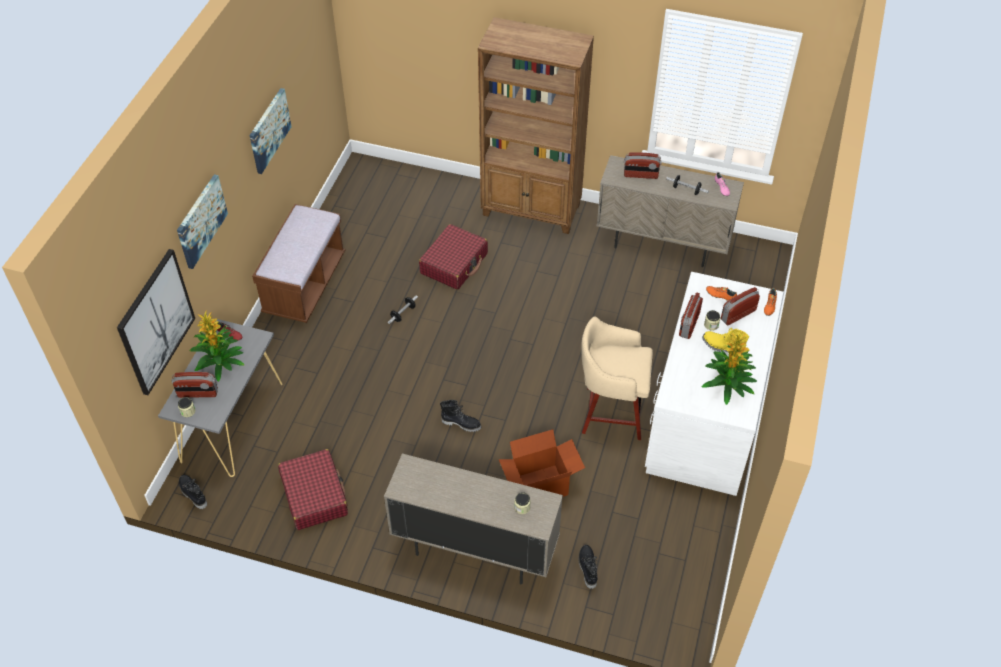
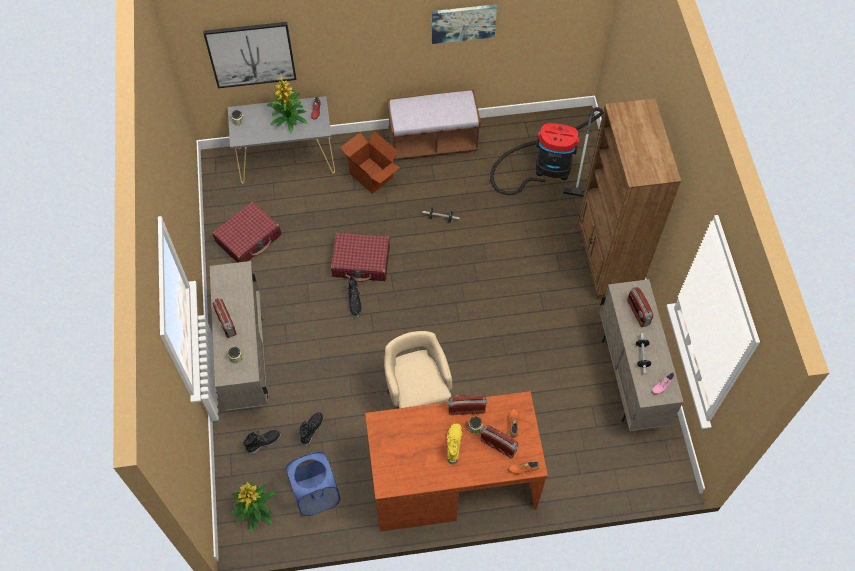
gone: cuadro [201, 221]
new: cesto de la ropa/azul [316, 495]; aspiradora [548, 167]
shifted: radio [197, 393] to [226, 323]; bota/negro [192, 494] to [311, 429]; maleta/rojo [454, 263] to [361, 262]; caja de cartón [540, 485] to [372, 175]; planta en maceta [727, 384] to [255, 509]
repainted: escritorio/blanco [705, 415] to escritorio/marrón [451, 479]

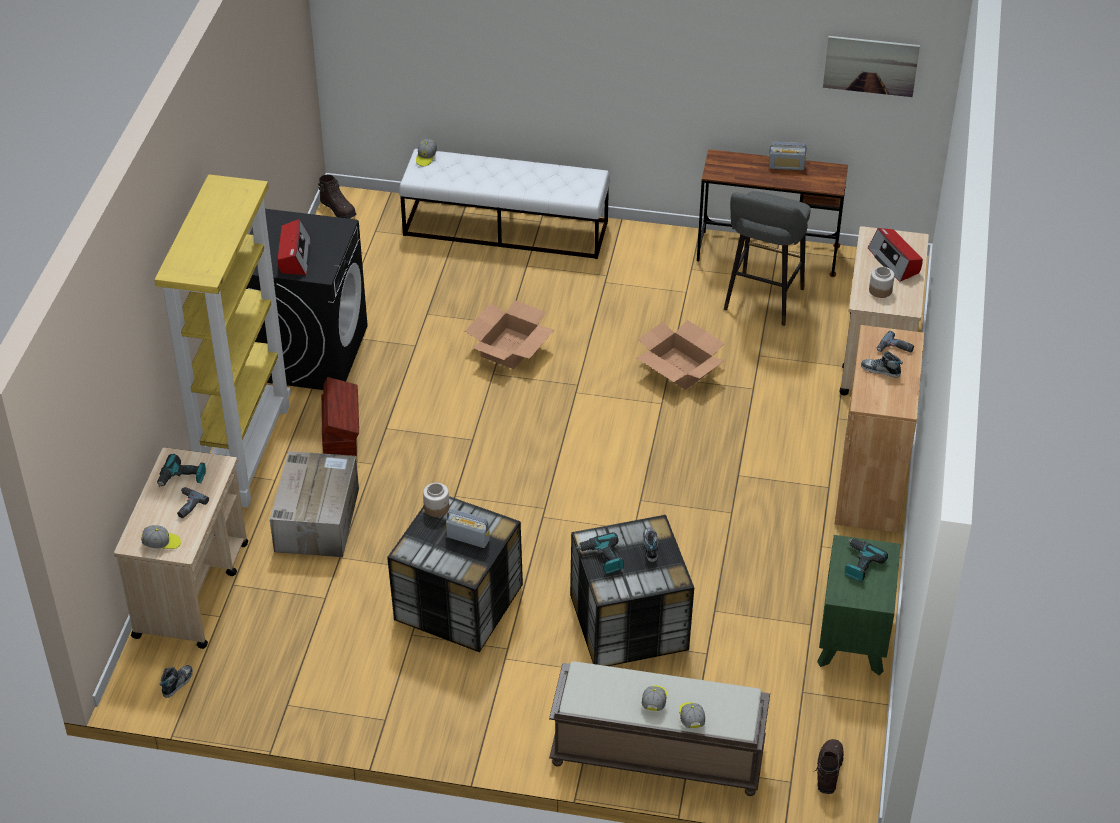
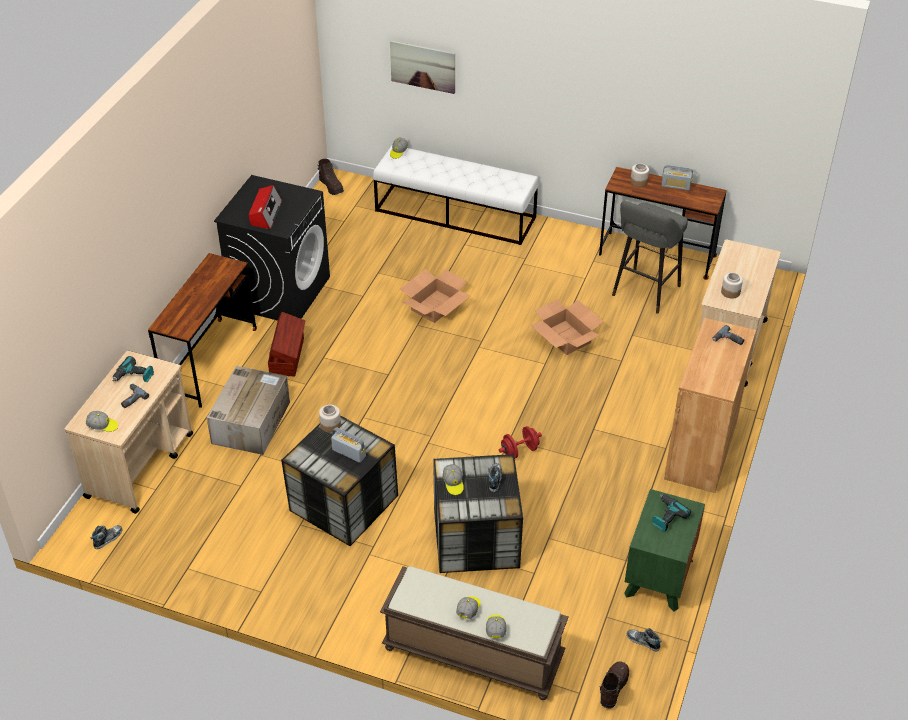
gone: radio [894, 261]
new: mancuerna/rojo [519, 451]; tarro [638, 182]
shifted: cuadro [870, 65] to [423, 66]; zapato [880, 370] to [643, 641]
swapped: estantería/amarillo [244, 451] to escritorio/marrón [210, 362]; taladro [602, 558] to gorra [453, 483]

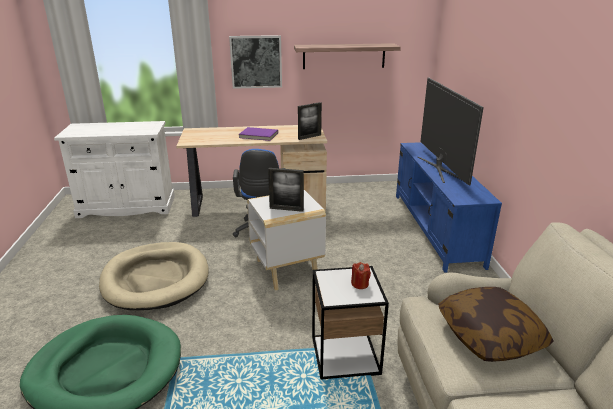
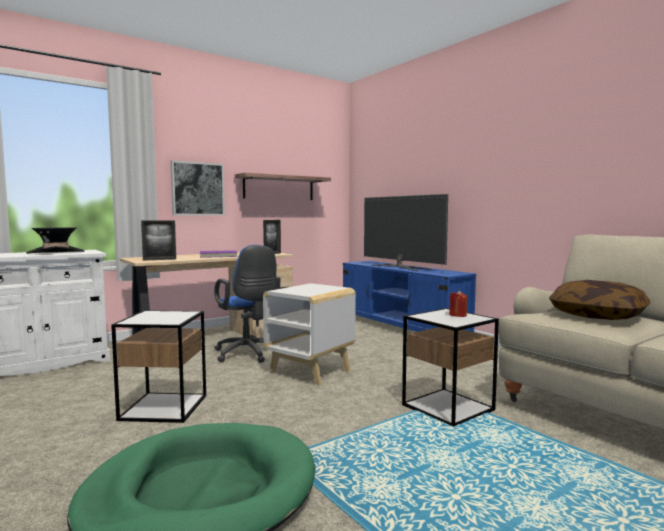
new: sombrero/negro [56, 252]
shifted: portarretratos [286, 209] to [159, 259]
swapped: cama para perro/beis [156, 279] to mesa auxiliar [164, 407]

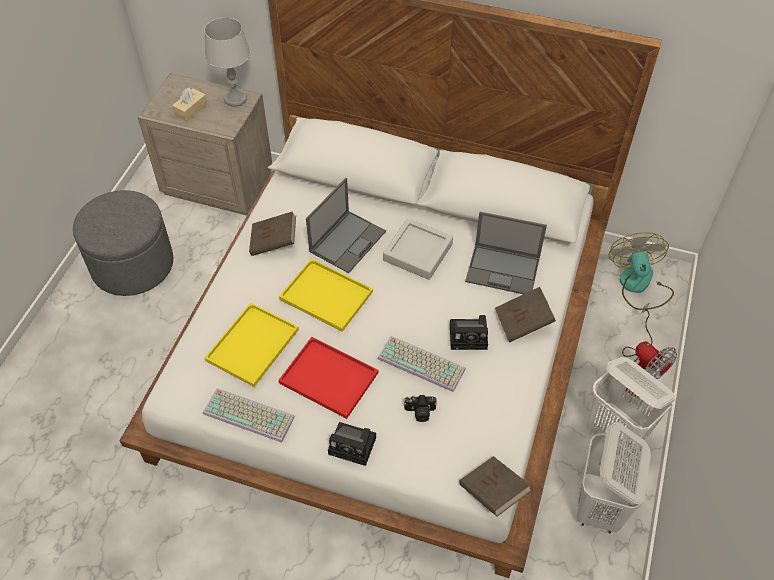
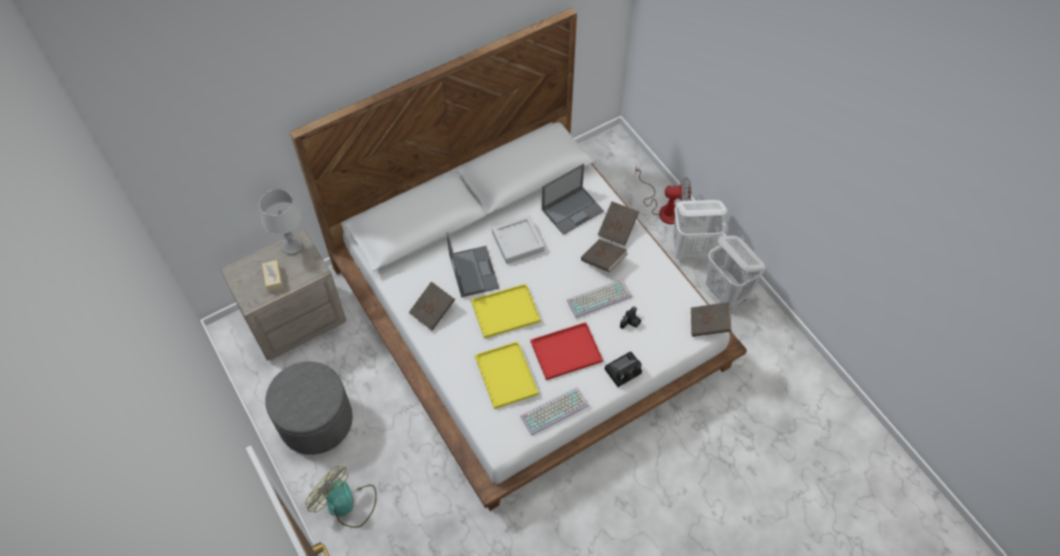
shifted: ventilador [638, 286] to [346, 504]
swapped: cámara [470, 336] to libro/marrón [603, 261]

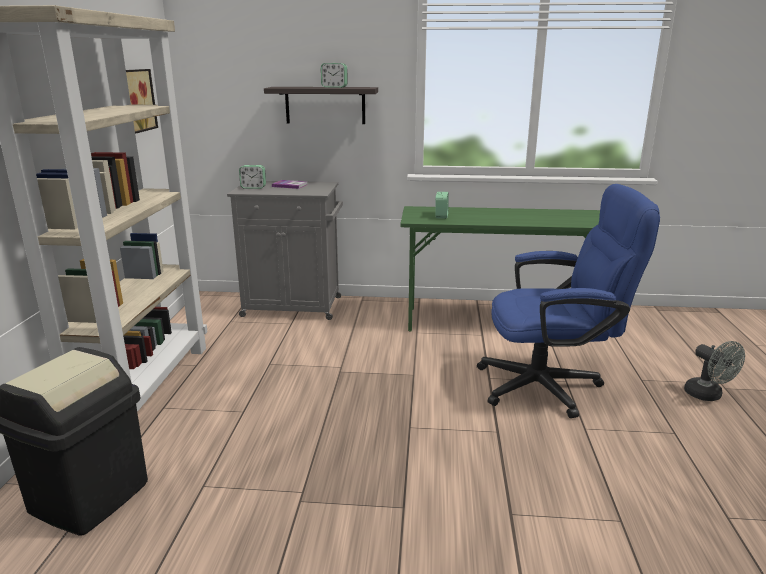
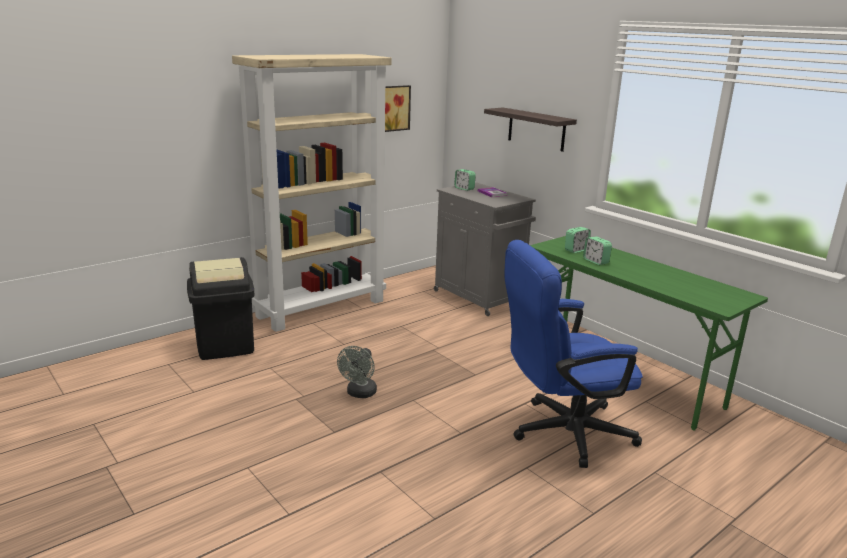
shifted: despertador [334, 87] to [596, 261]; ventilador/gris [708, 396] to [359, 394]
rotated: silla de oficina/azul [551, 386] = [561, 432] 120 degrees clockwise

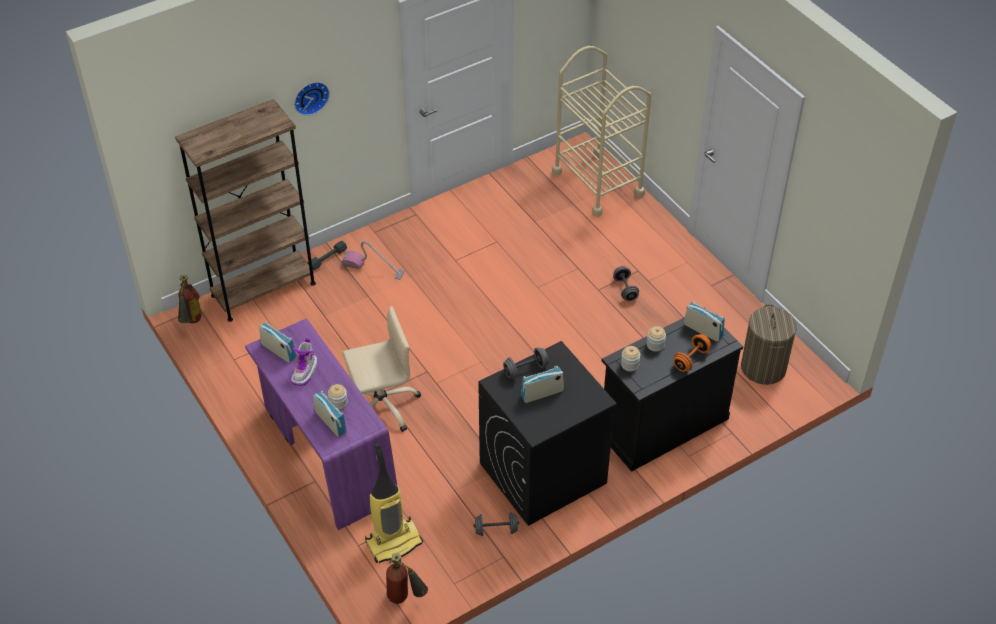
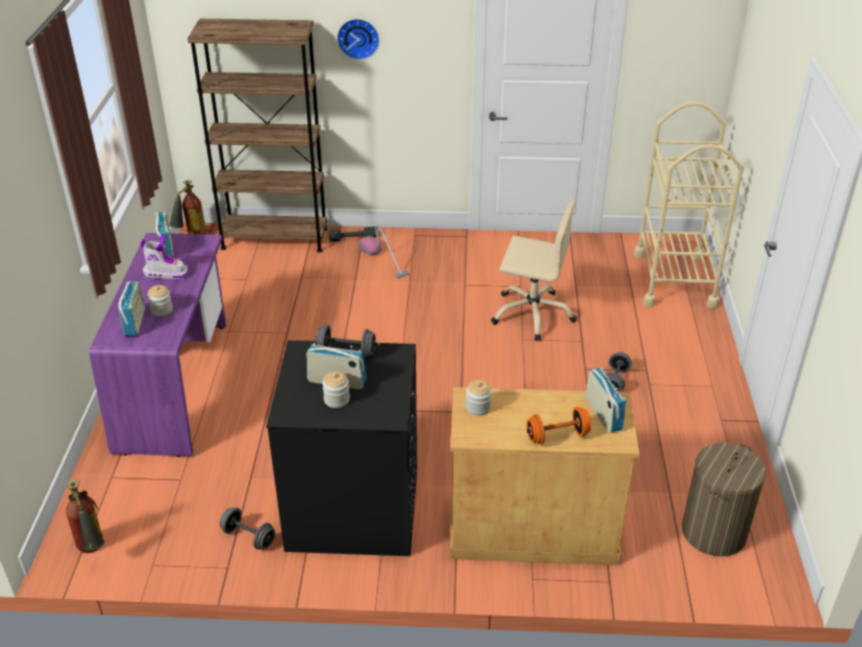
gone: aspiradora [394, 542]
shifted: silla de oficina/beis [381, 405] to [532, 314]; tarro [655, 345] to [336, 400]
repainted: armario/negro [663, 425] to armario/beis [532, 530]
rotated: bota [305, 372] = [166, 273] 135 degrees counterclockwise

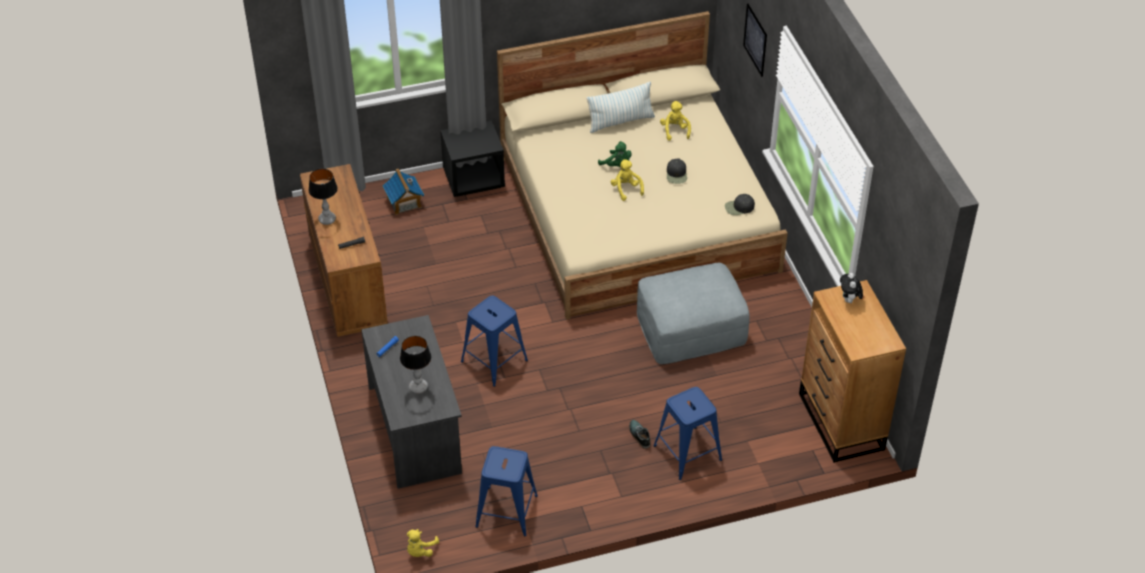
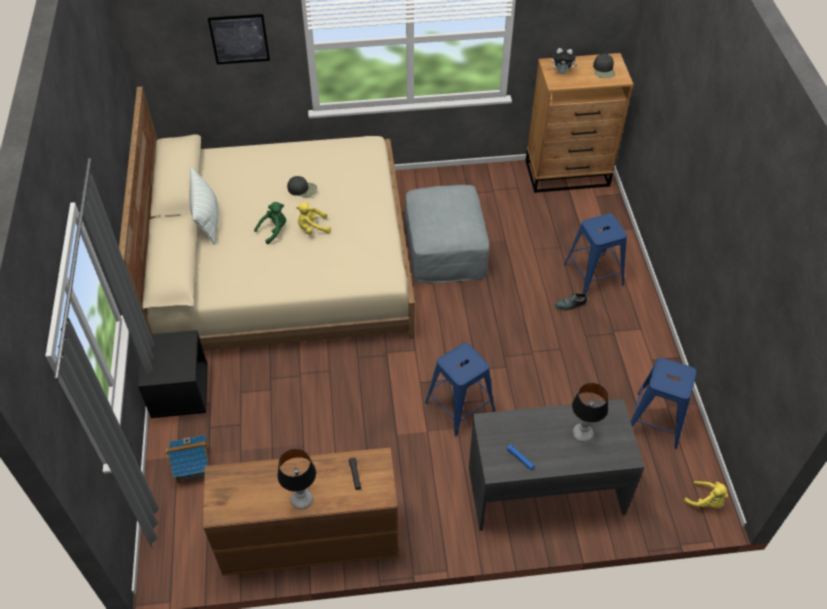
gone: peluche/amarillo [675, 130]
shifted: gorra/negro [739, 207] to [604, 70]

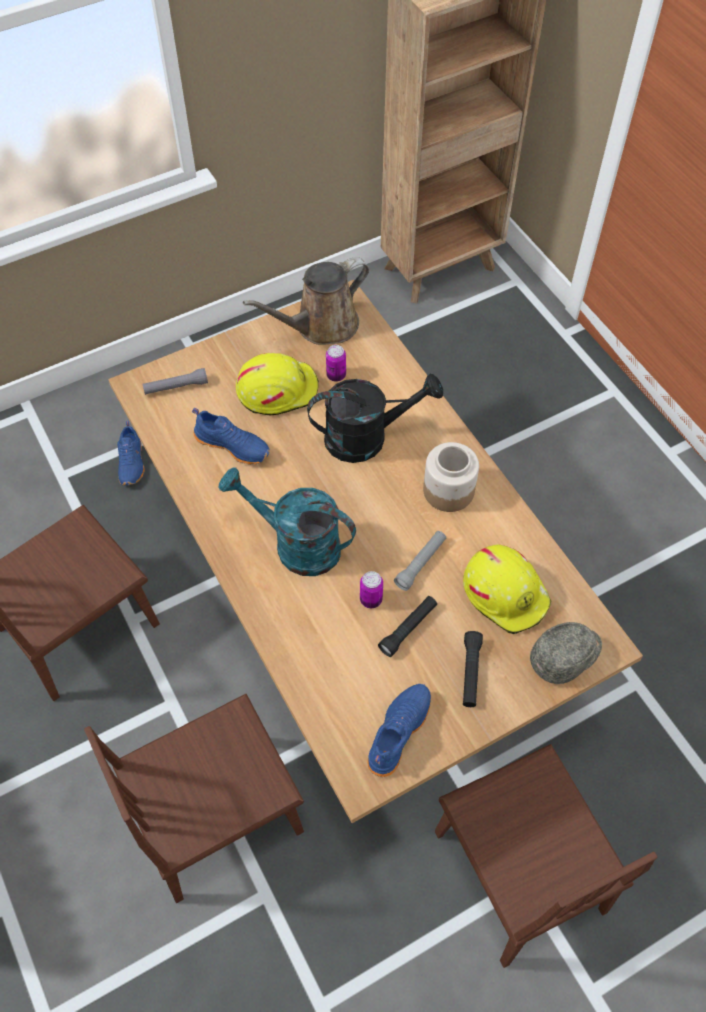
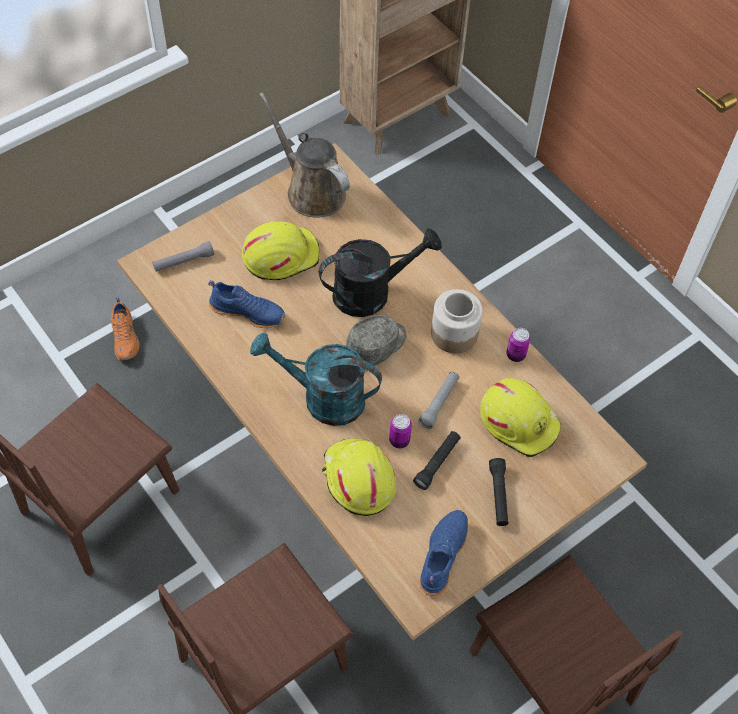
new: casco/amarillo [357, 479]
shifted: lata [336, 375] to [515, 355]; gorra/gris [566, 655] to [377, 345]
repainted: zapato/azul [132, 462] to zapato/naranja [126, 337]
rotated: regadera/marrón [321, 326] = [311, 190] 90 degrees clockwise

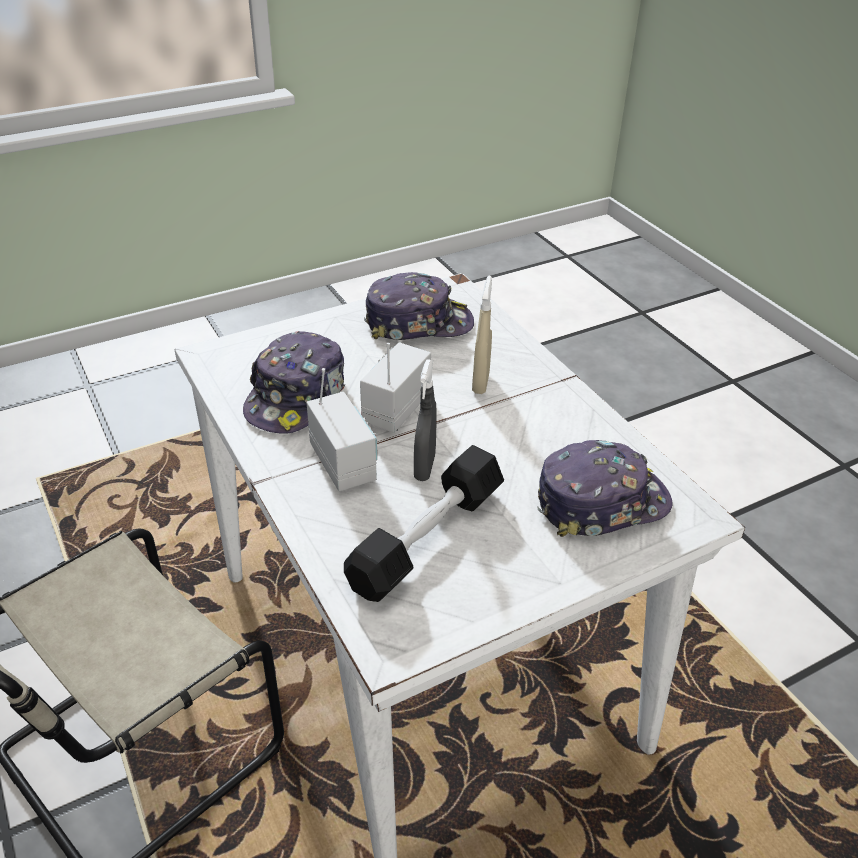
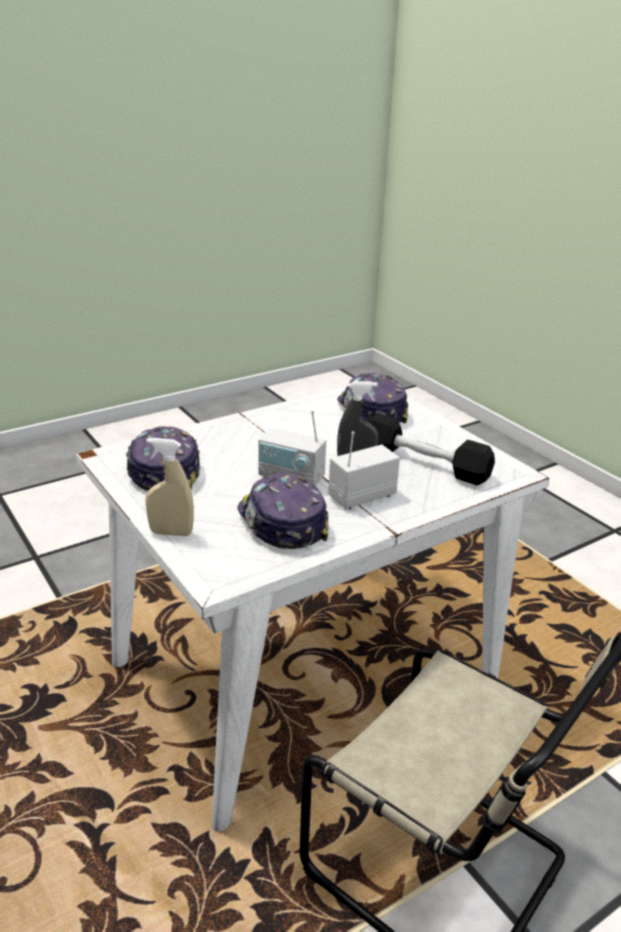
shifted: pulverizador/beis [480, 383] to [171, 533]
rotated: gorra [297, 397] = [281, 523] 135 degrees counterclockwise

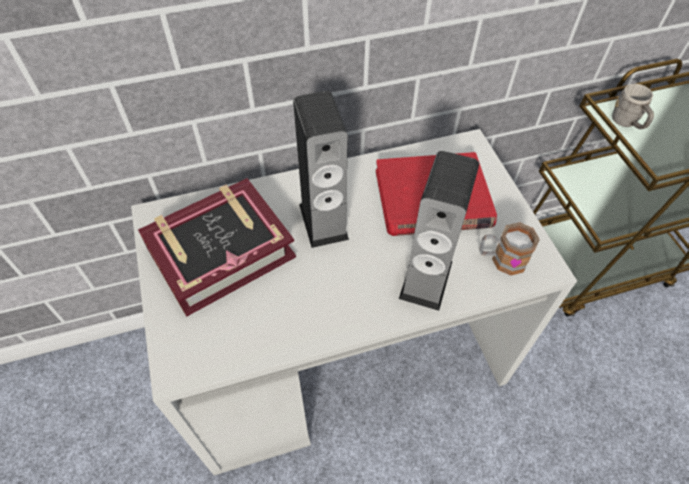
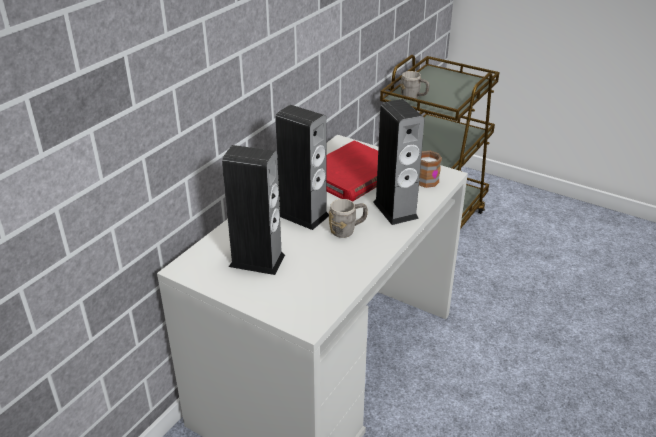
new: taza grande/gris [347, 230]
swapped: libro [220, 251] to altavoz [257, 260]

